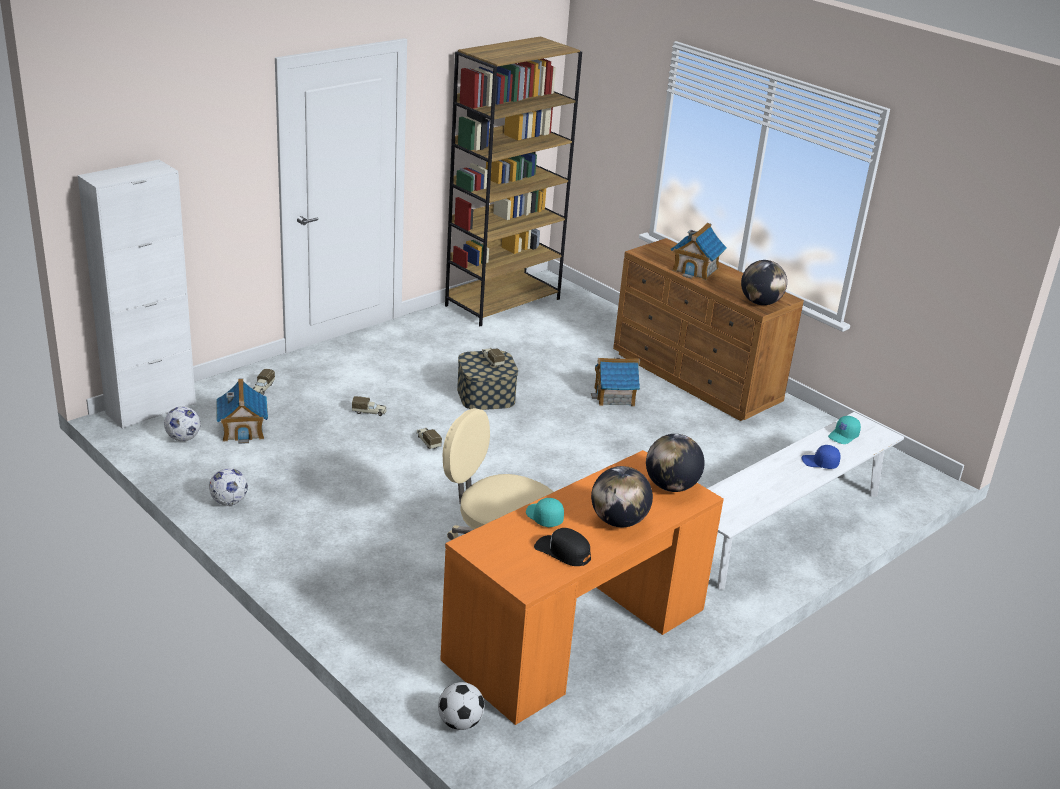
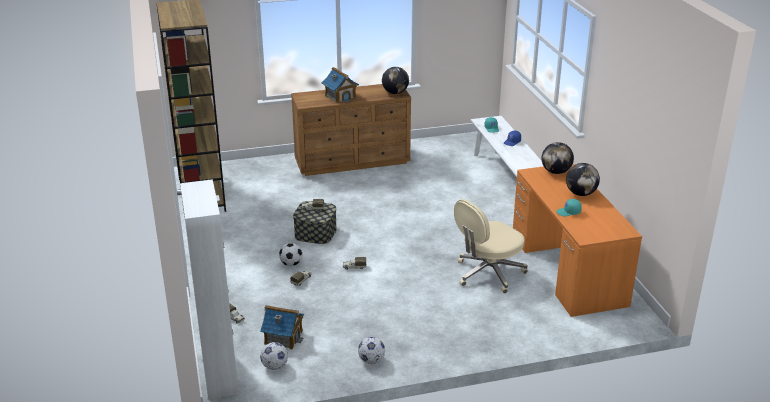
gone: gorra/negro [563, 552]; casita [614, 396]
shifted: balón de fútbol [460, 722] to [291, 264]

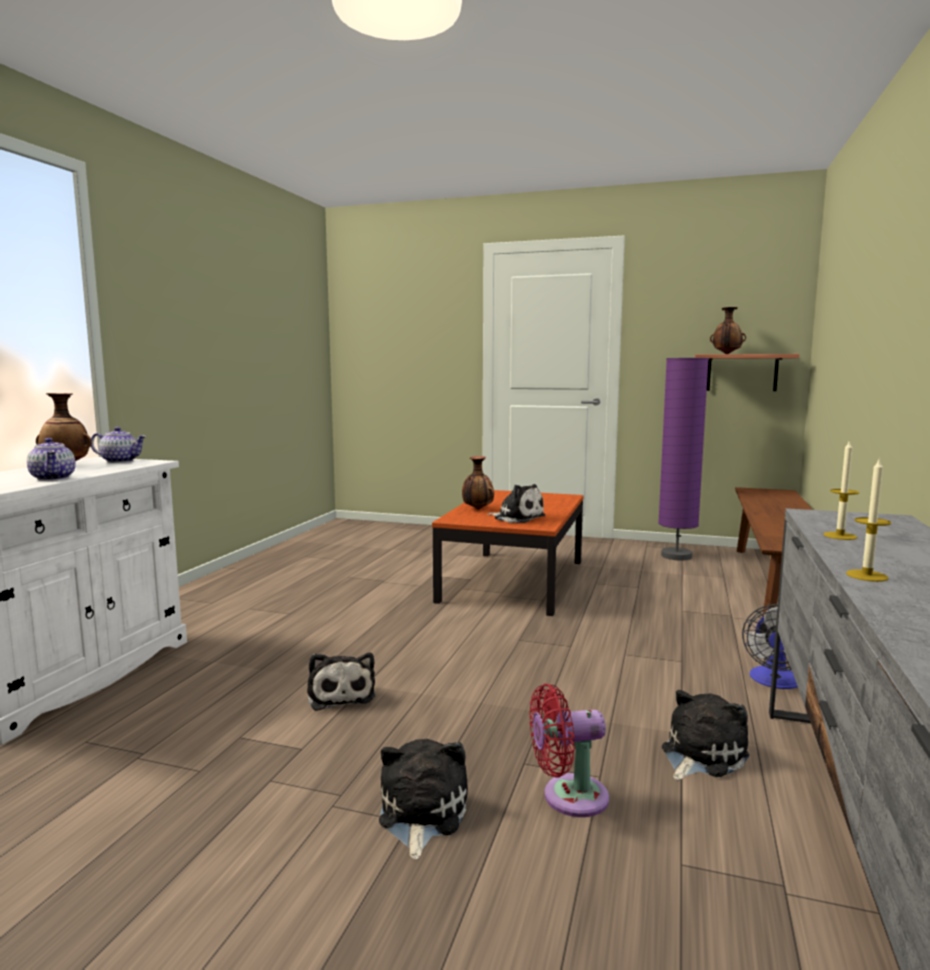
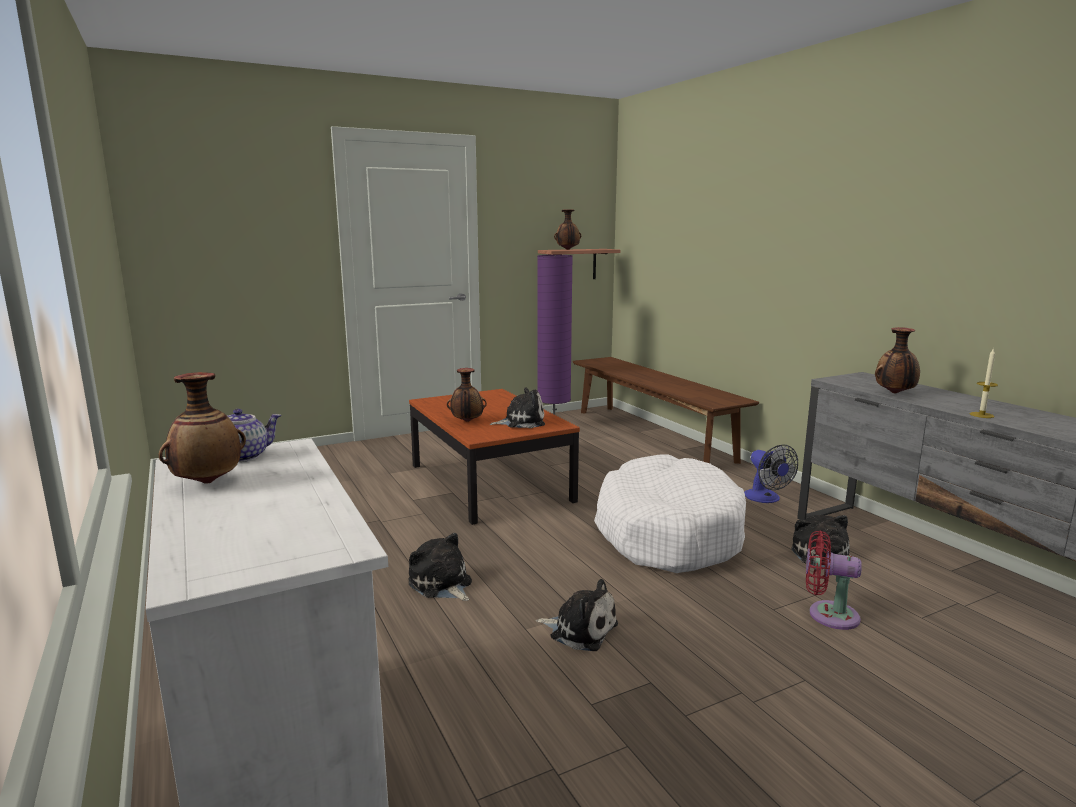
gone: tetera [53, 478]
new: cama para perro/blanco [668, 533]
shifted: peluche [420, 814] to [441, 584]
swapped: vela [840, 536] to florero [895, 393]
rotated: ventilador/rojo [568, 797] = [828, 615] 75 degrees clockwise

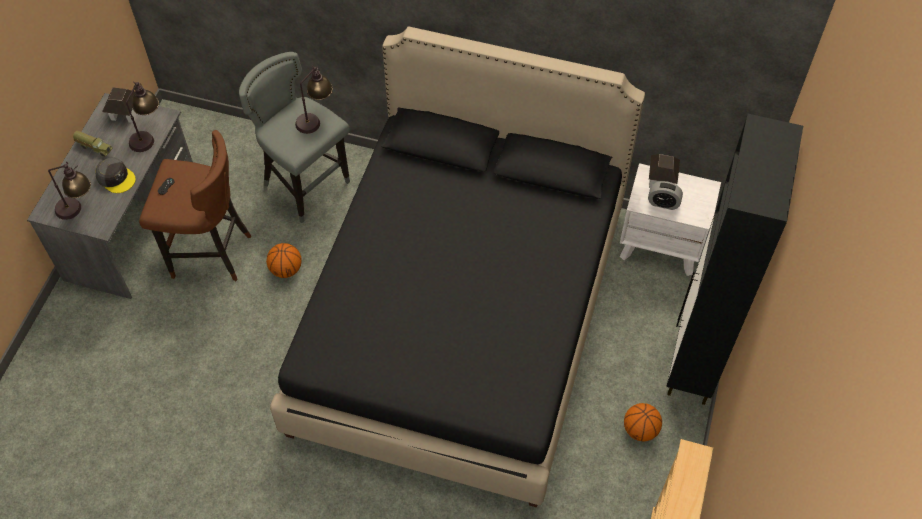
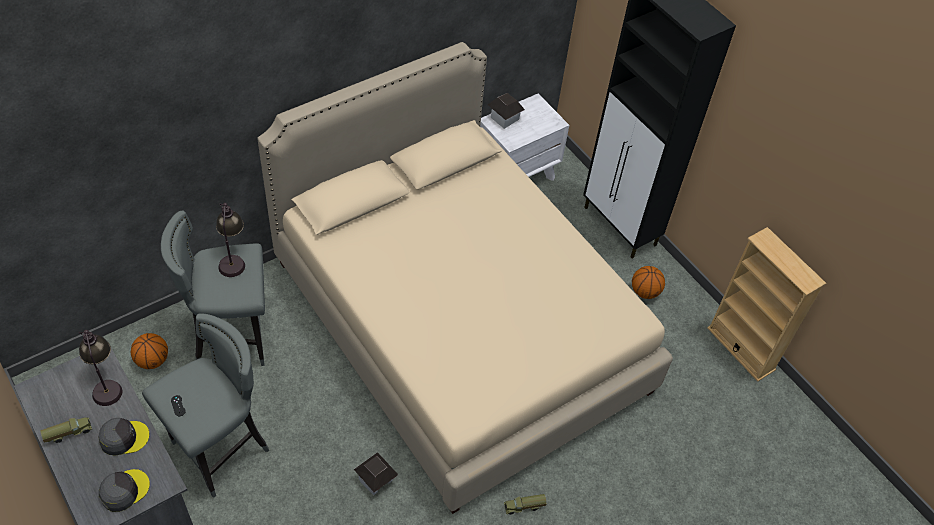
gone: despertador [663, 203]
new: camión de juguete [524, 507]
shifted: casita [125, 113] to [376, 480]; balón de baloncesto [286, 270] to [152, 361]
swapped: lámpara de mesa [78, 209] to gorra/gris [124, 490]
repainted: taburete/marrón [210, 253] to taburete/gris [220, 451]; cama/negro [461, 318] to cama/beis [459, 326]

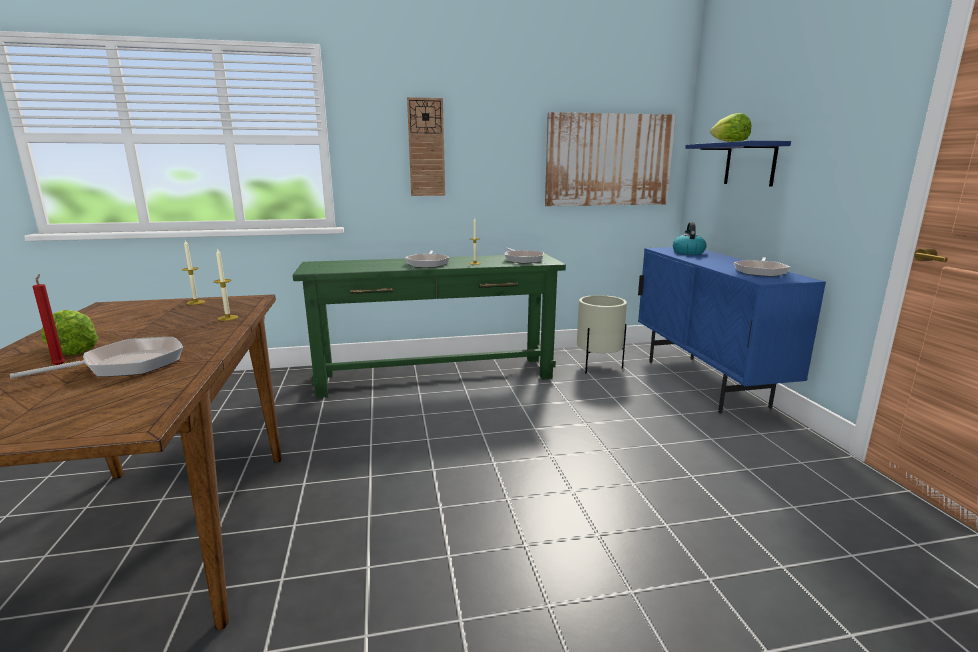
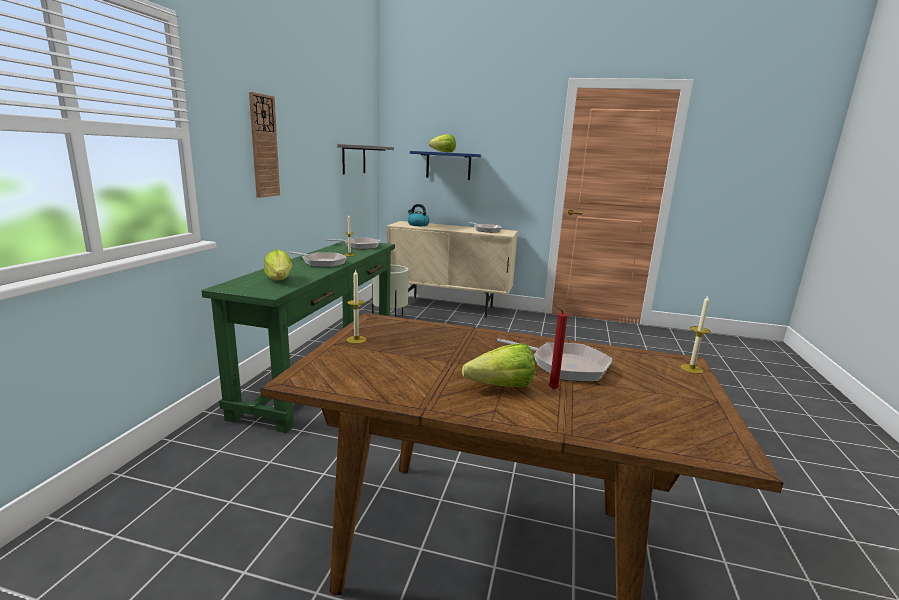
new: lechuga [279, 280]
shifted: vela [228, 318] to [691, 369]
swapped: cuadro [609, 160] to estante/gris [353, 159]
repainted: armario/azul [704, 383] to armario/beis [449, 307]
rotated: sartén [127, 365] = [564, 365] 135 degrees clockwise

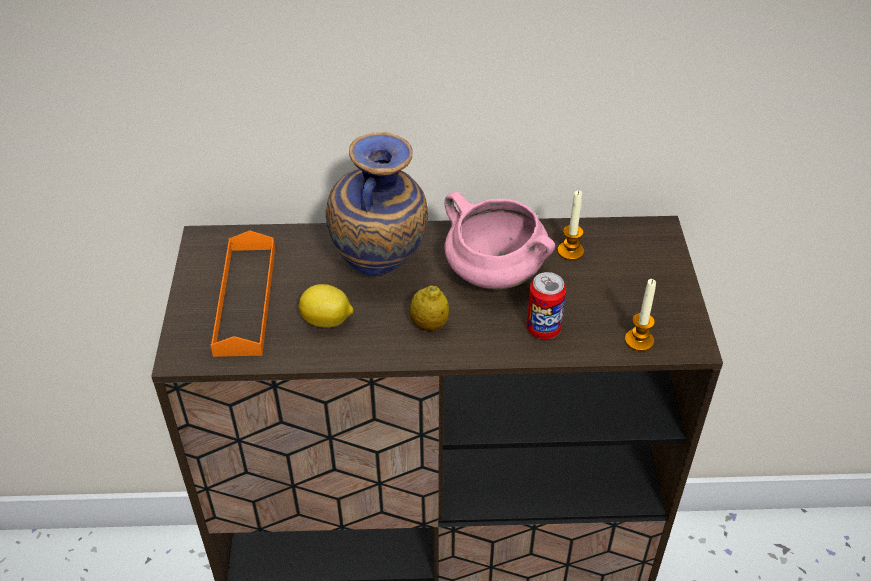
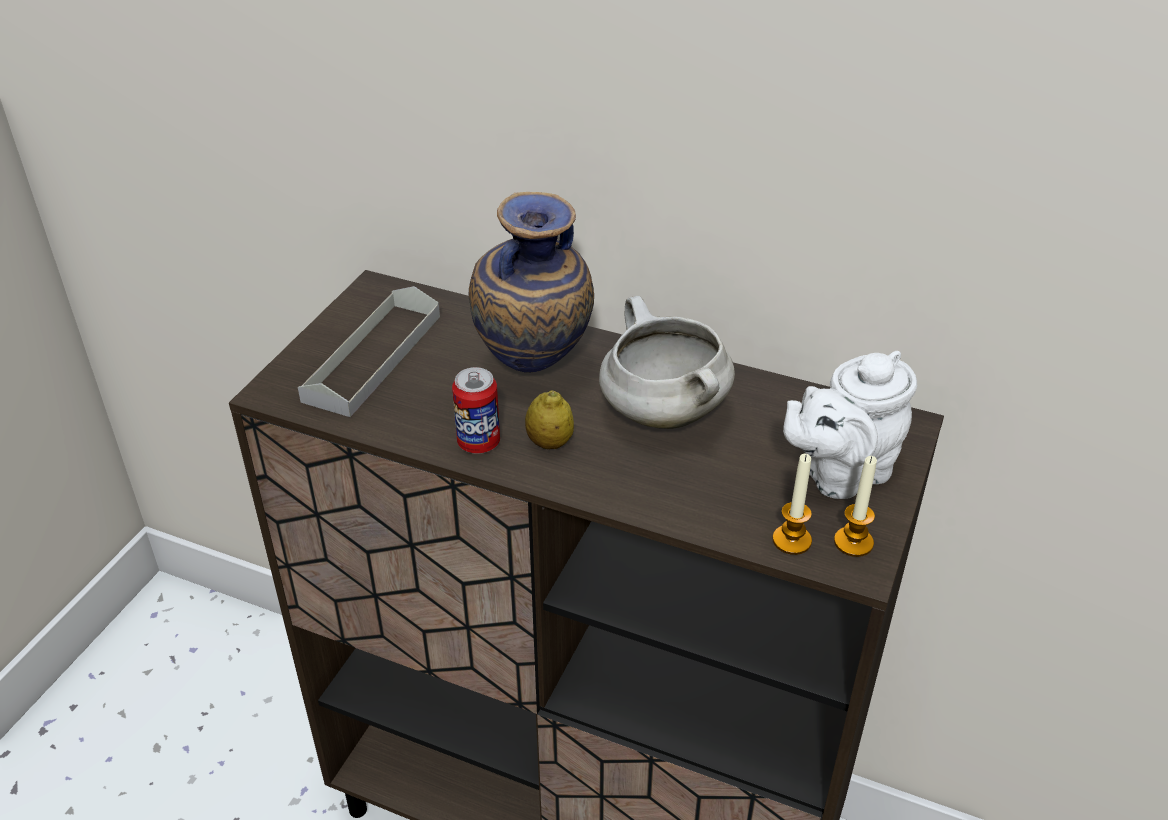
gone: limón [327, 321]
new: tetera/blanco [840, 473]
shifted: lata [543, 329] to [478, 443]; vela [570, 251] to [853, 542]
repainted: bandeja/naranja [245, 299] to bandeja/gris [373, 357]; olla/rosa [492, 274] to olla/blanco [661, 412]

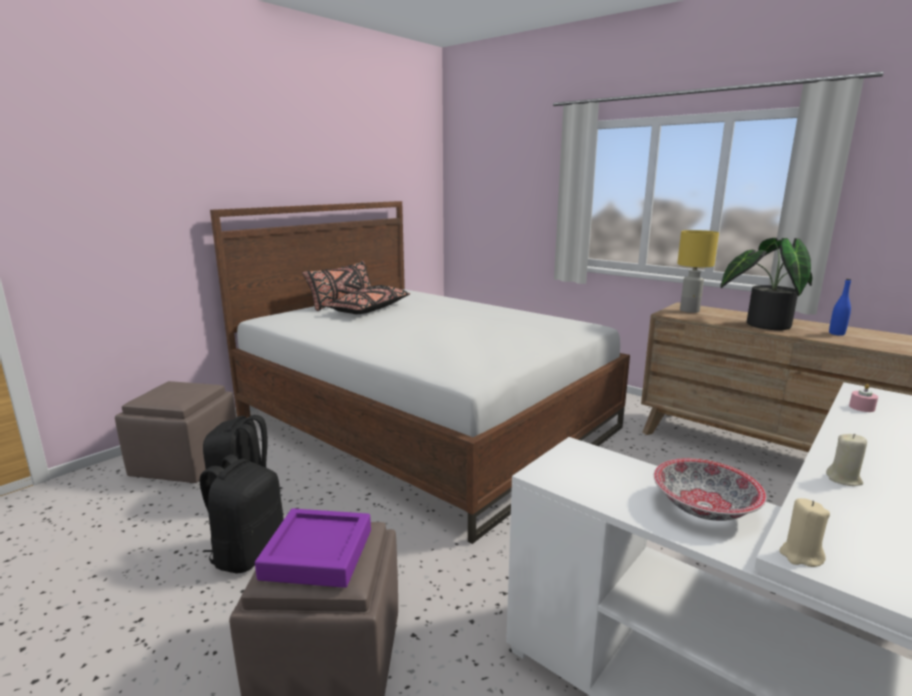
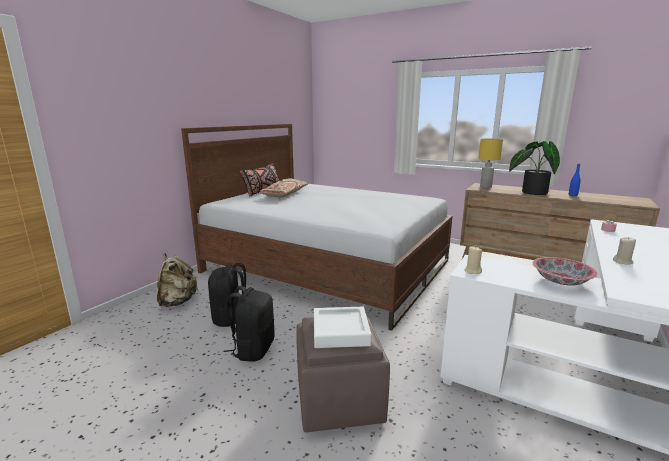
shifted: vela/beis [800, 556] to [472, 271]
swapped: puf/marrón [186, 463] to mochila/beis [177, 302]
repainted: bandeja/morado [317, 554] to bandeja/blanco [340, 331]; cojín/negro [369, 310] to cojín/beis [285, 194]

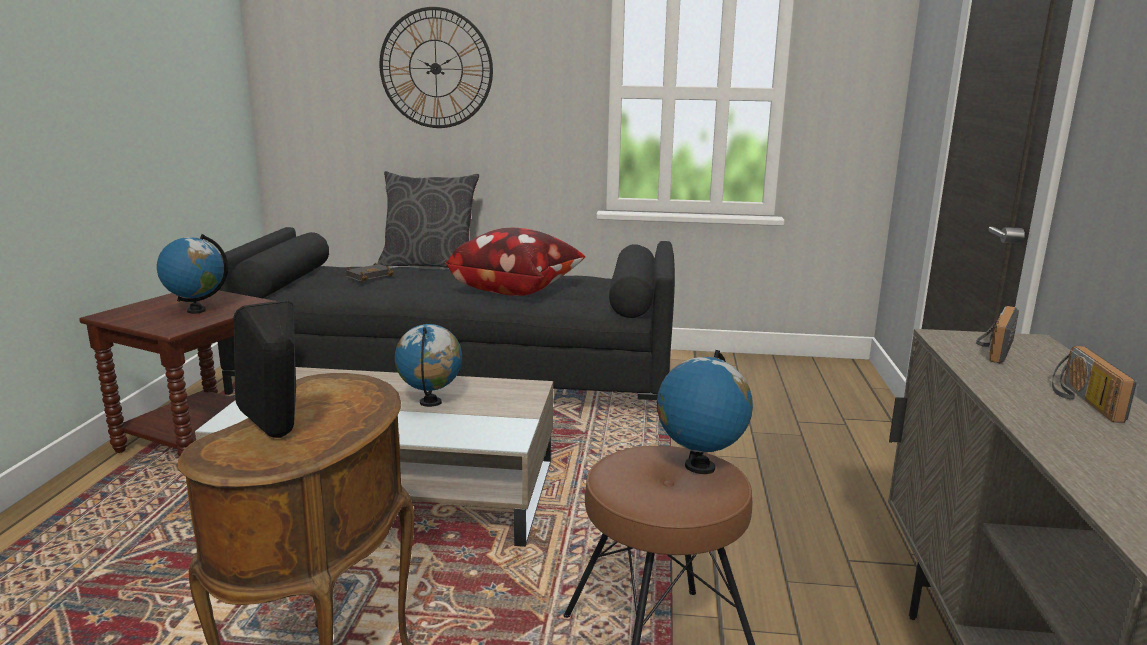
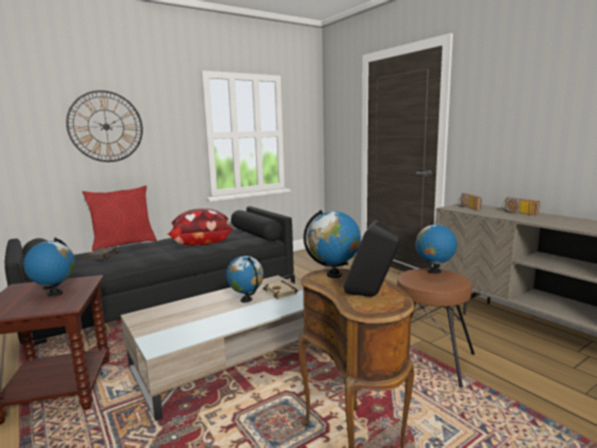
new: libro/beis [282, 292]; globo terráqueo [334, 275]
repainted: cojín/gris [429, 265] to cojín/rojo [124, 244]

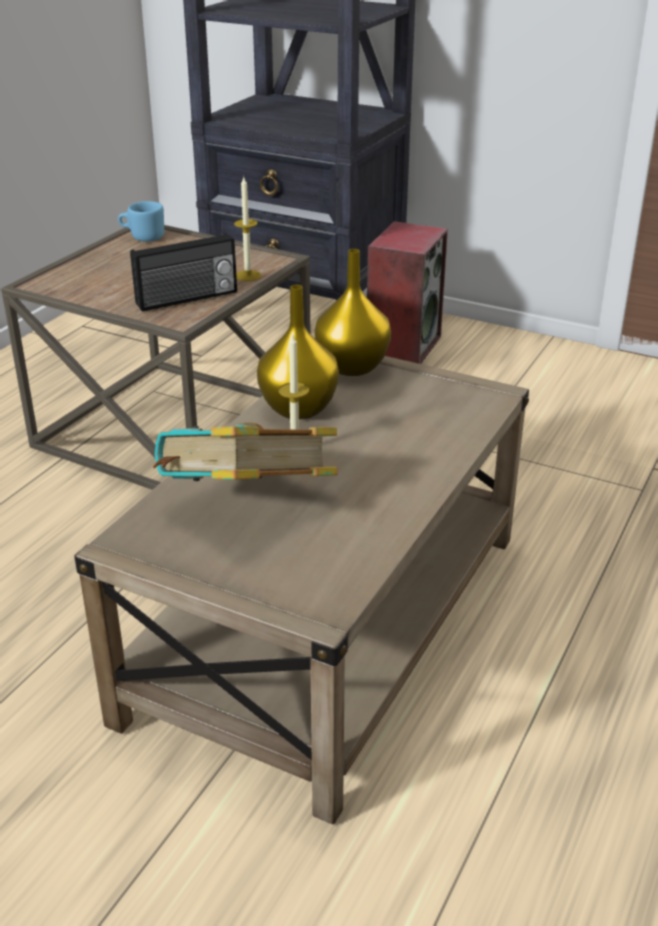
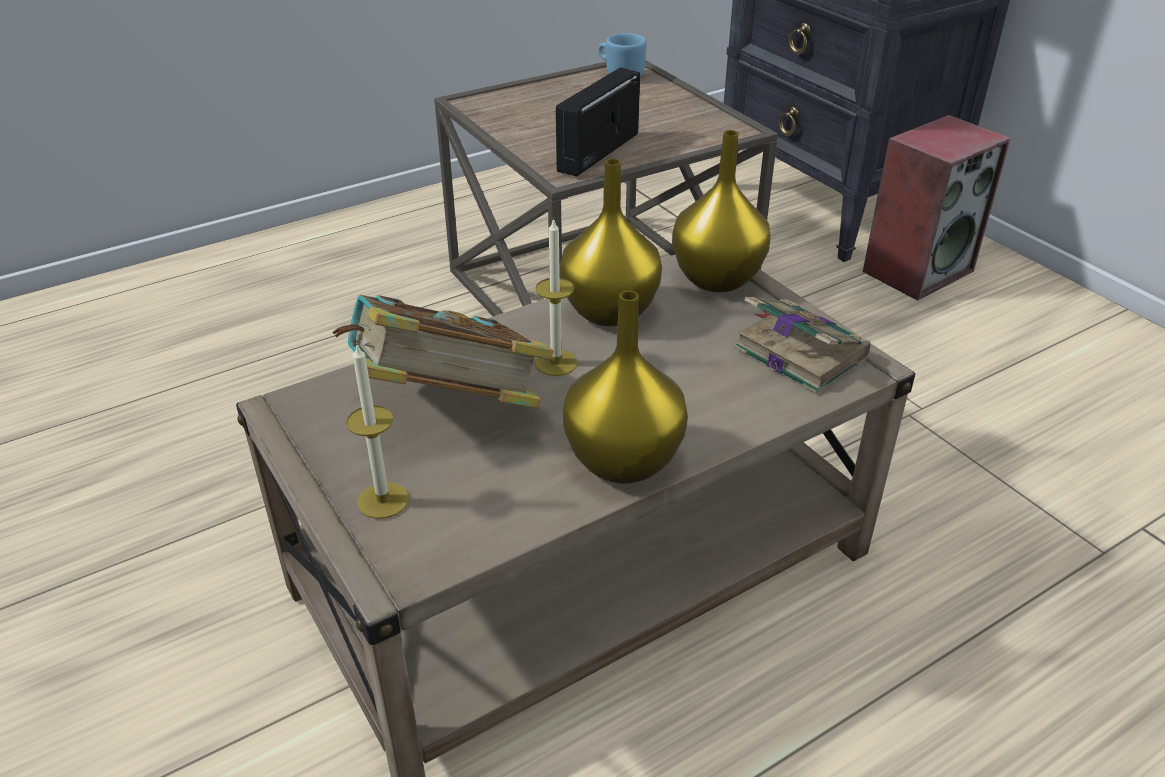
new: florero/amarillo [621, 460]; libro [798, 351]
shifted: vela [248, 275] to [383, 500]
rotated: radio [187, 299] = [596, 151] 120 degrees clockwise

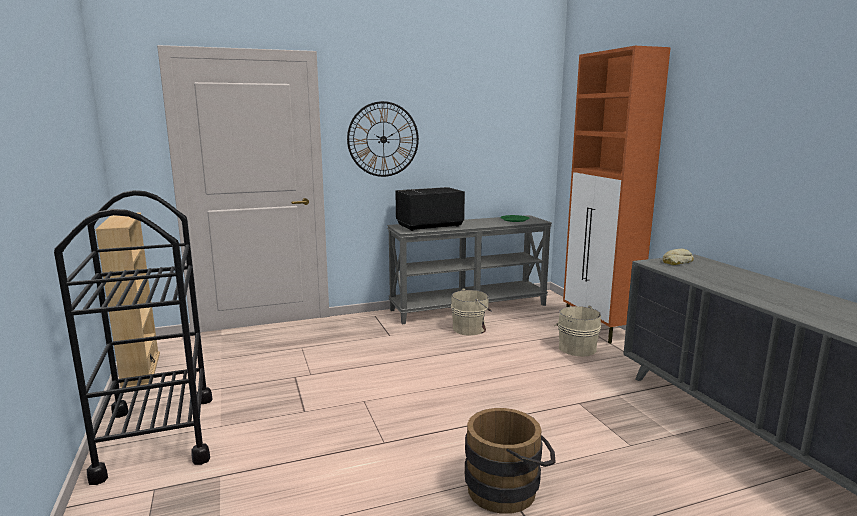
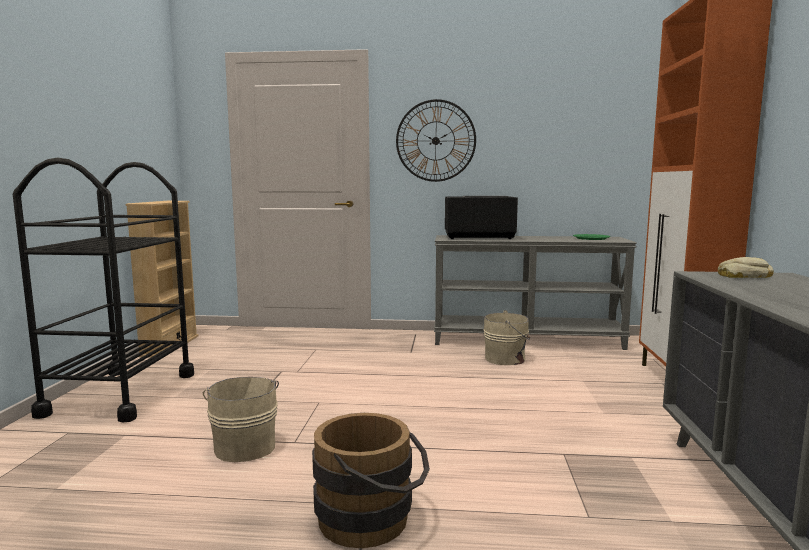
shifted: cubo/beis [575, 348] to [245, 446]

